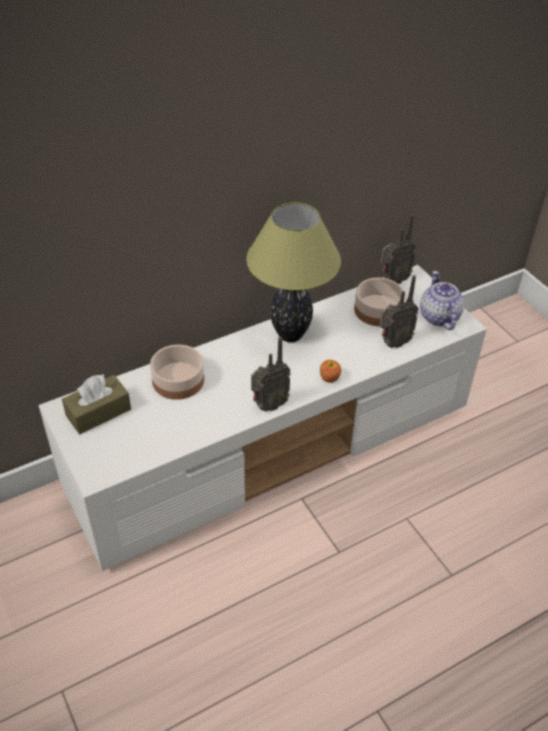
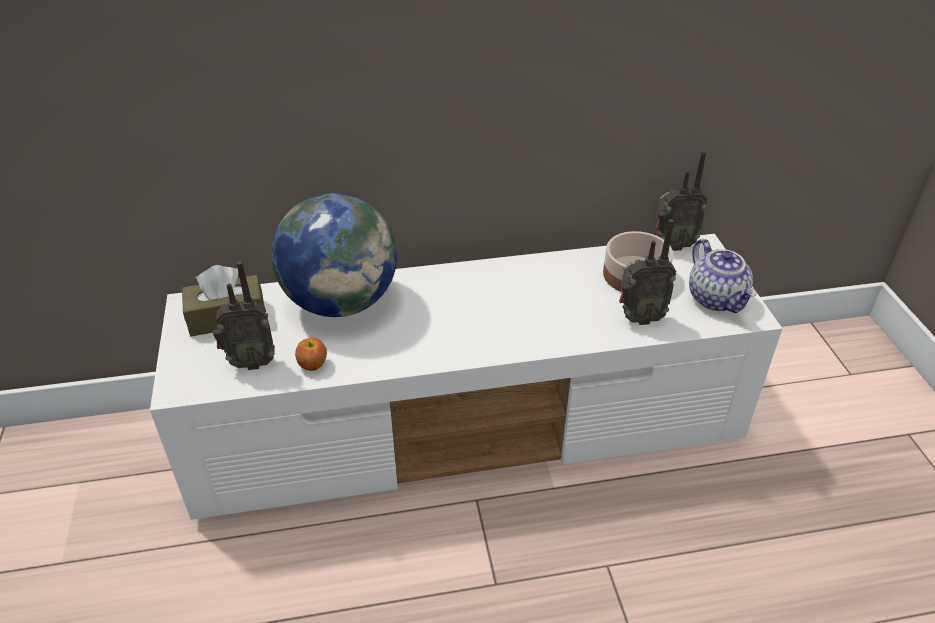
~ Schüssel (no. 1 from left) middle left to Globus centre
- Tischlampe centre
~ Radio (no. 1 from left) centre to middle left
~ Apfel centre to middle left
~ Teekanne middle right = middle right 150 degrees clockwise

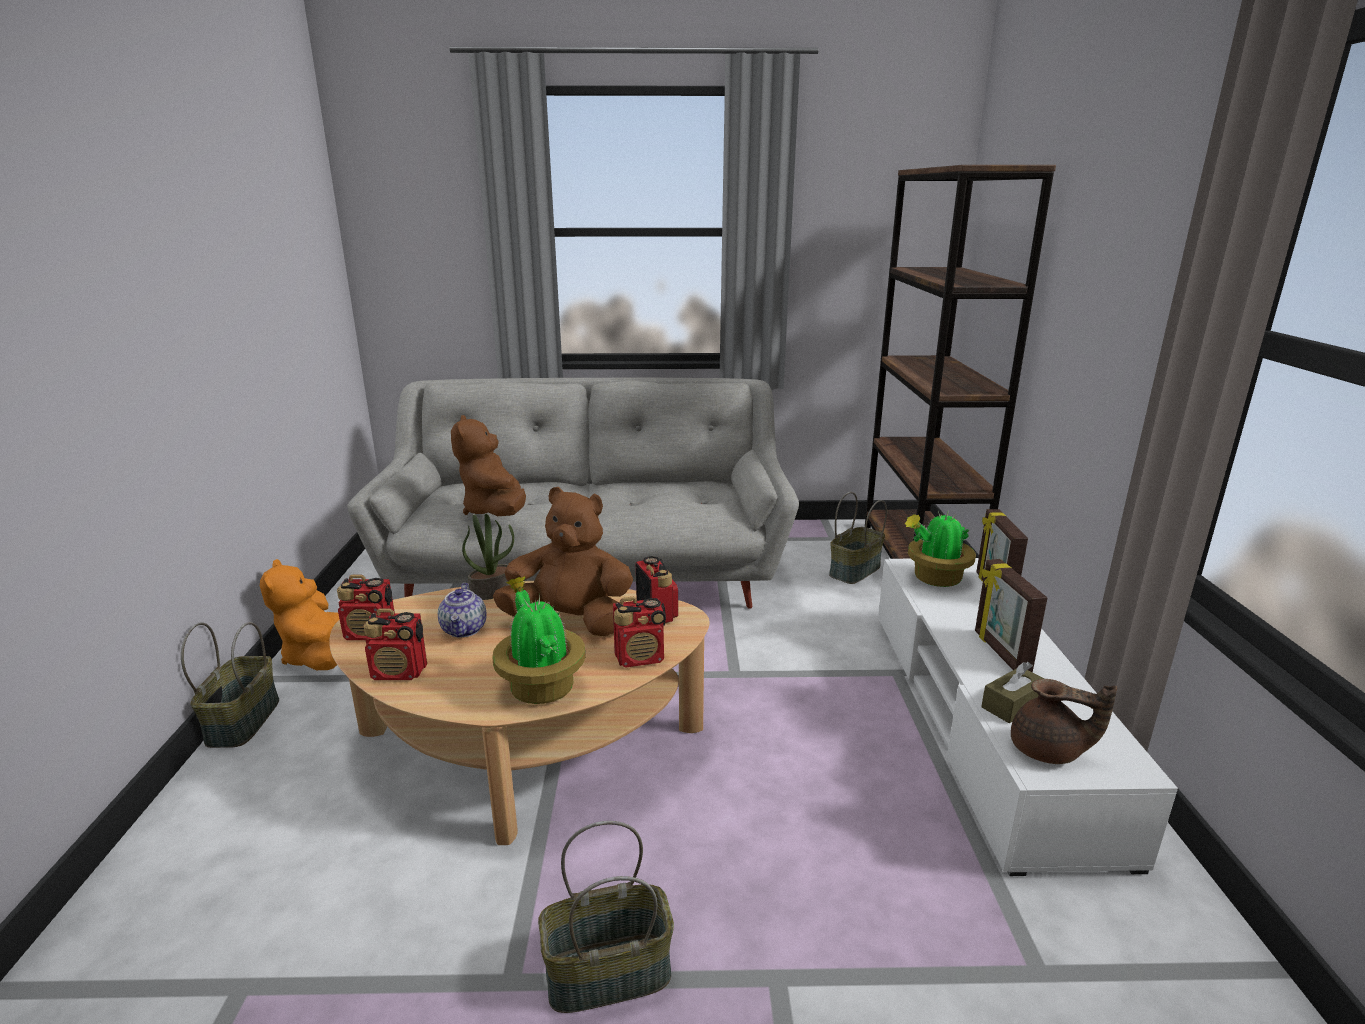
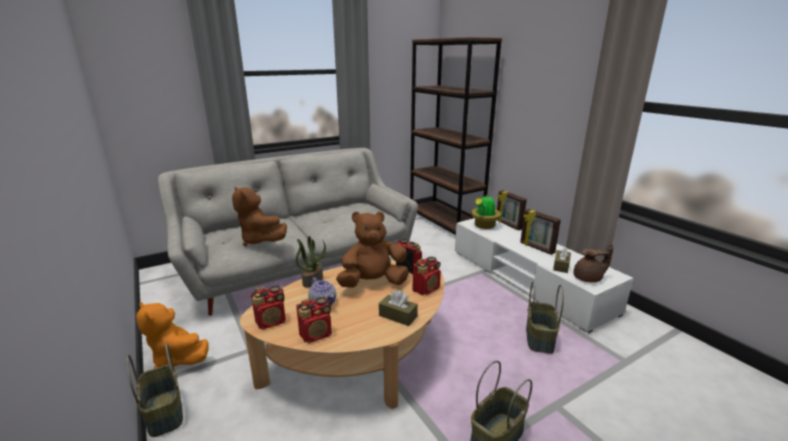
~ Topfpflanze (no. 2 from left) centre to Taschentuchbox (braun) (no. 1 from left) bottom centre
~ Korb (no. 3 from left) centre to bottom right

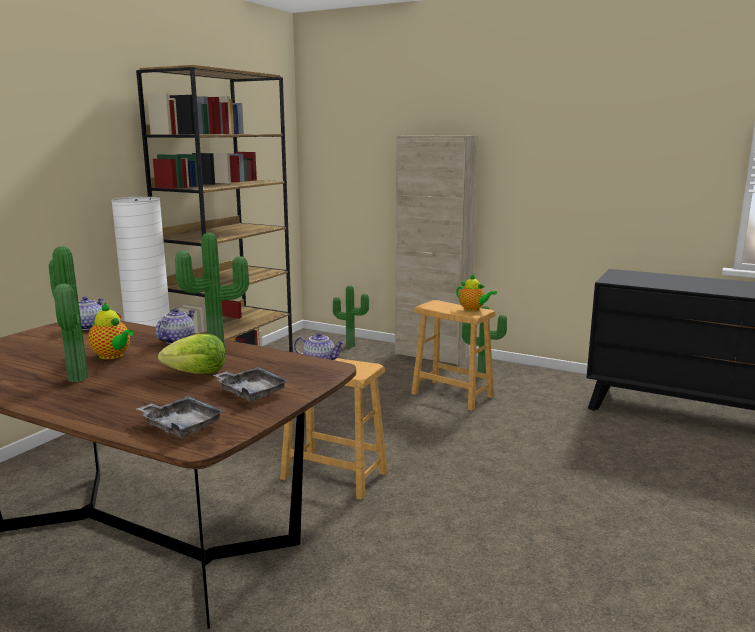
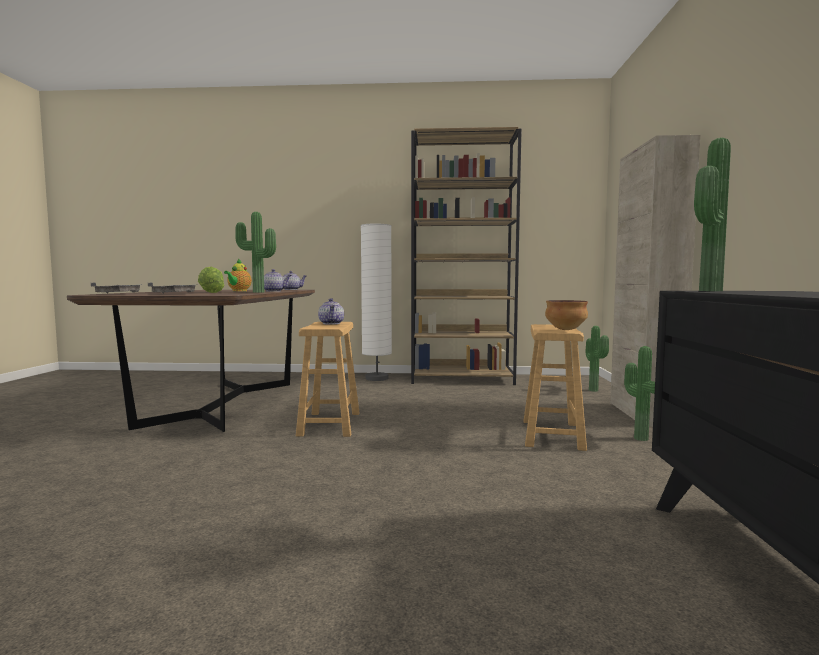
~ Topfpflanze (no. 1 from left in the first image) middle left to Topfpflanze (no. 4 from left) top right
~ Teekanne (no. 5 from left) centre to Schüssel middle right

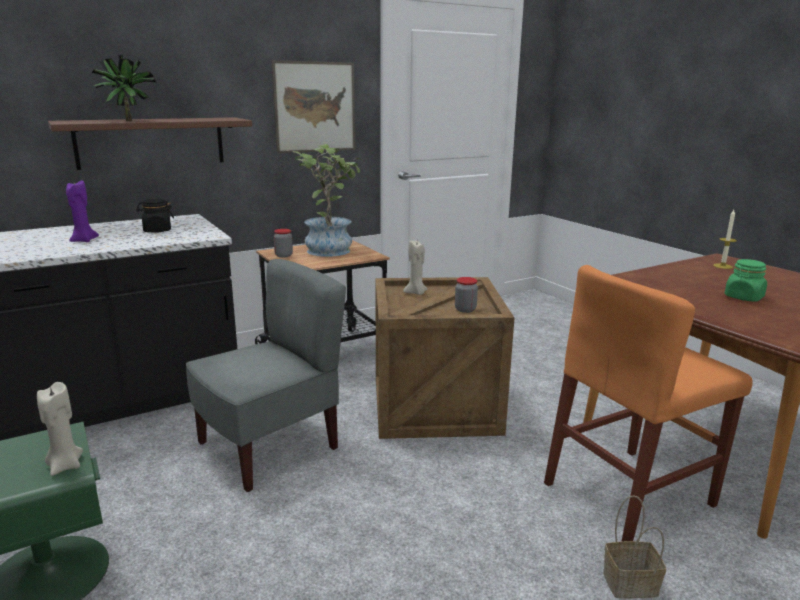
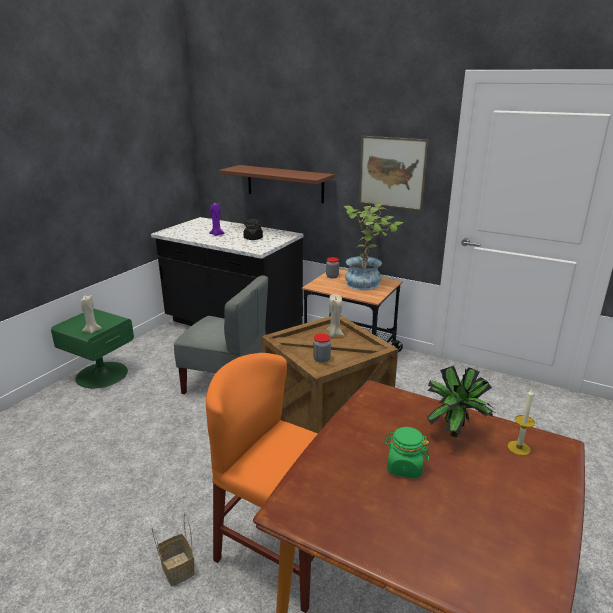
~ Topfpflanze (no. 1 from left in the first image) top left to Topfpflanze (no. 2 from left) middle right

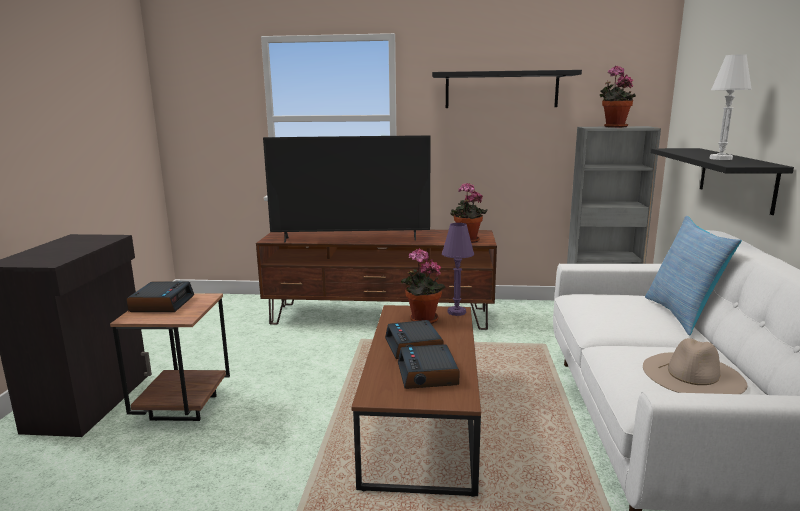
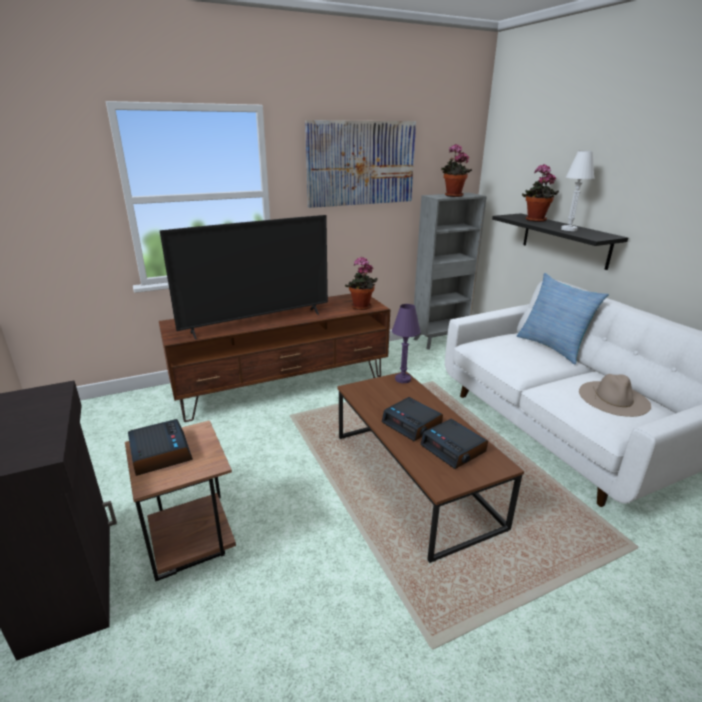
~ Topfpflanze (no. 1 from left in the first image) centre to Topfpflanze (no. 3 from left) top right
~ Wandregal (schwarz) (no. 1 from left) top centre to Bild top centre

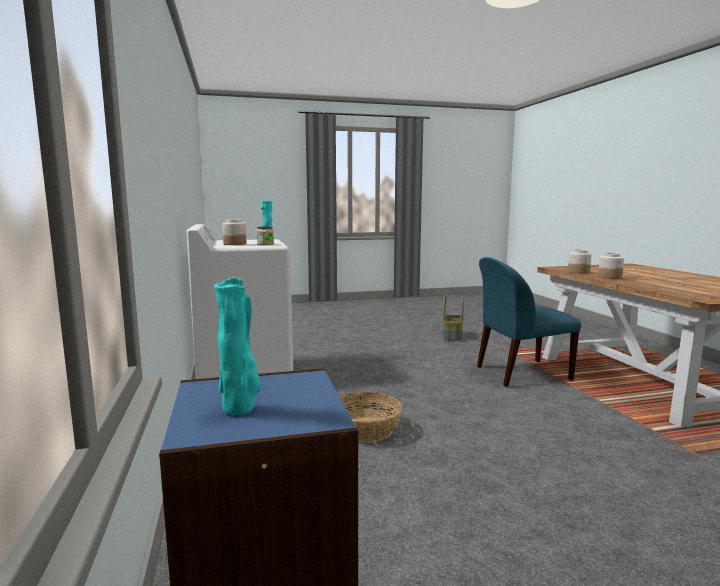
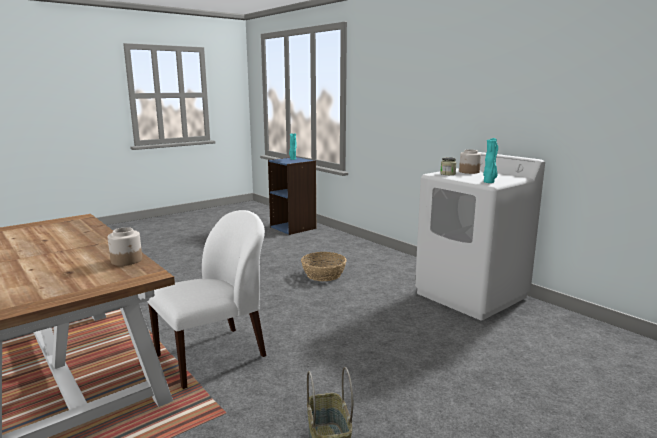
~ Stuhl (blau) middle right to Stuhl (weiß) bottom left
- Vorratsglas (no. 4 from left) middle right

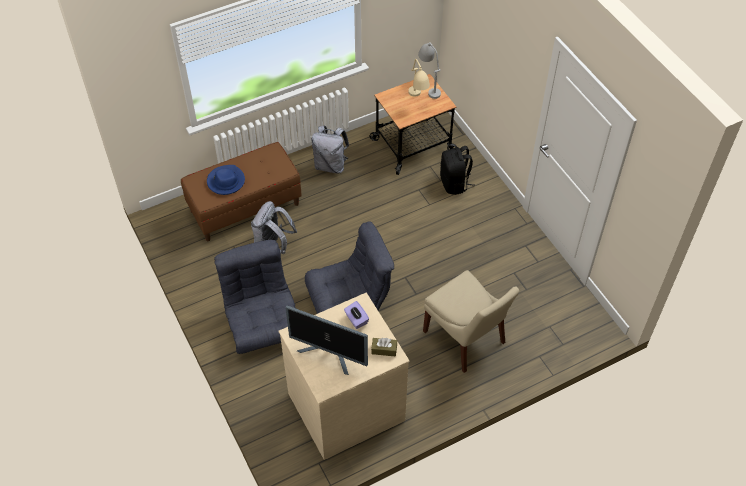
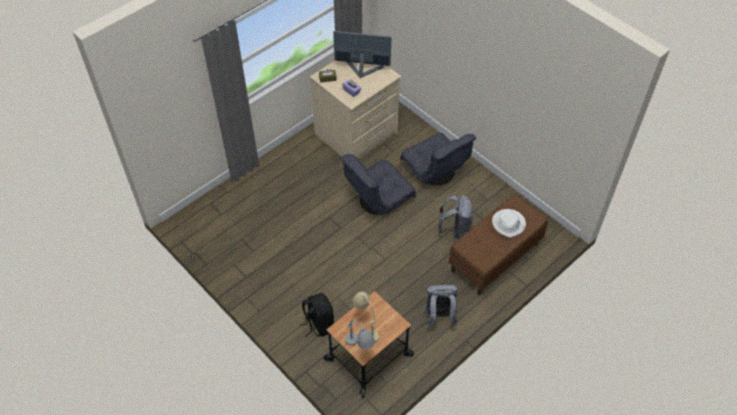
~ Hut (blau) middle left to Hut (weiß) middle right
- Stuhl (beige) centre

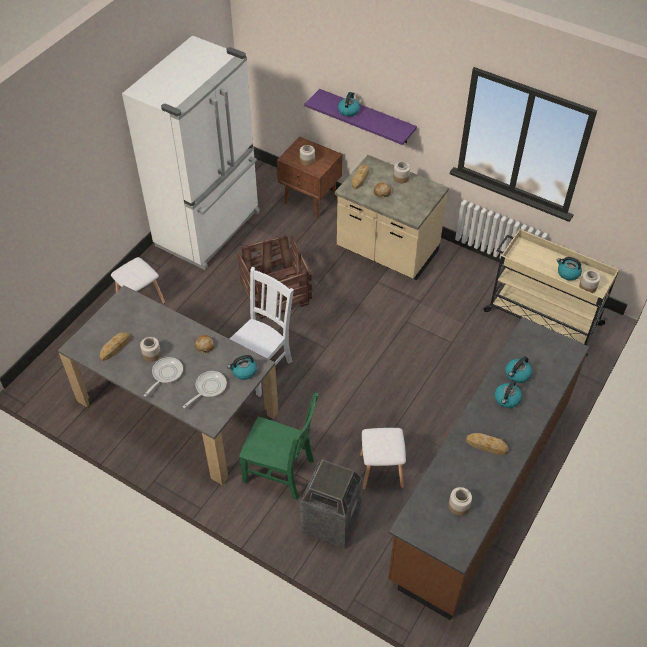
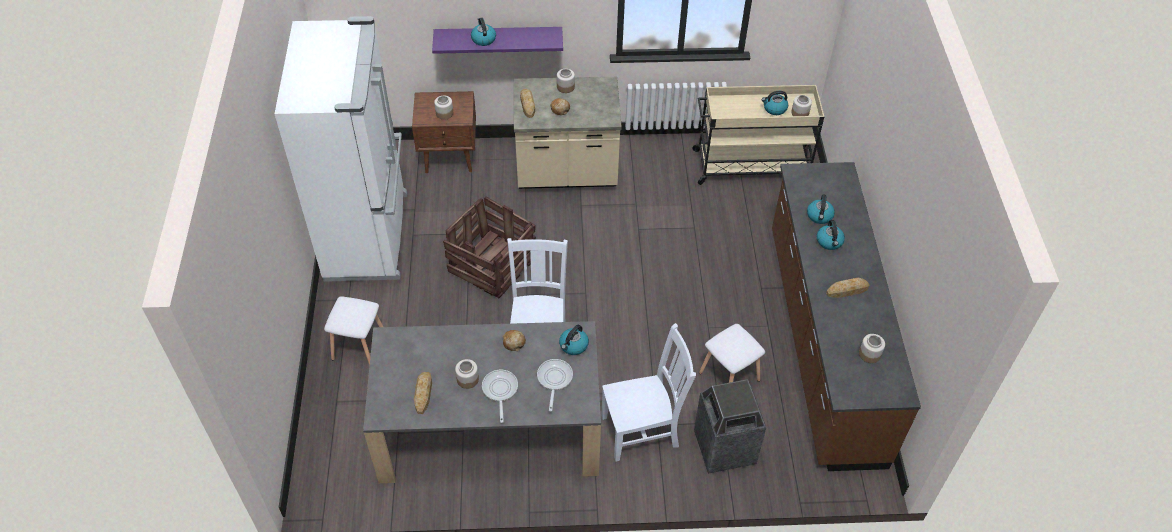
~ Stuhl (grün) bottom centre to Stuhl (weiß) (no. 2 from left) bottom centre

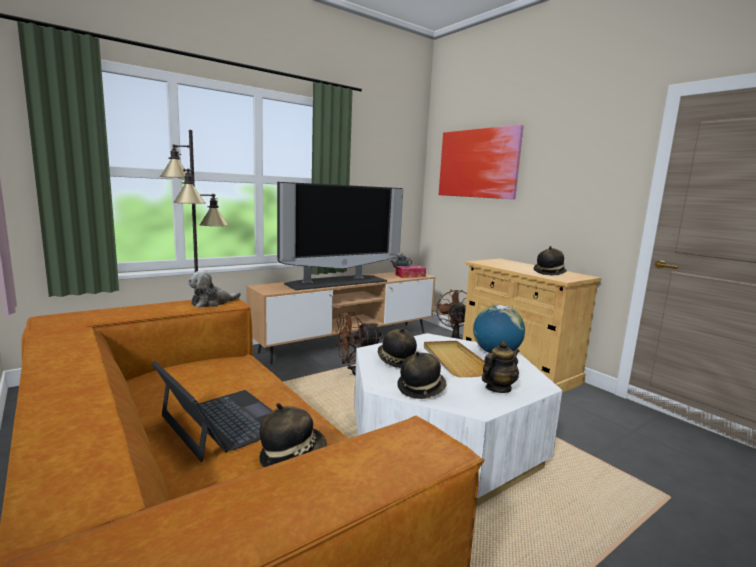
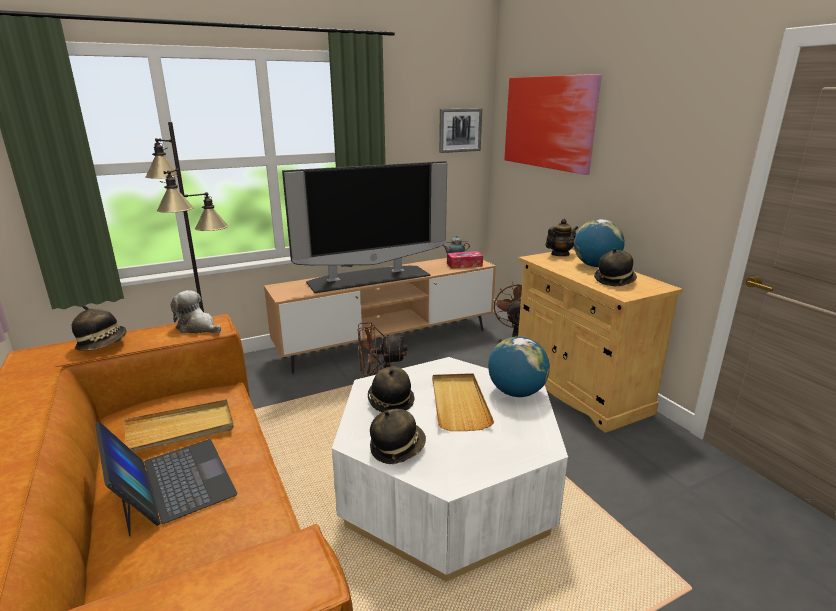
~ Plüschtier middle left = middle left 60 degrees clockwise
~ Hut (no. 1 from left) bottom centre to middle left
~ Teekanne (no. 2 from left) centre to middle right
+ Tablett (beige) (no. 1 from left) bottom left
+ Bild (no. 1 from left) top centre
+ Globus (no. 2 from left) middle right

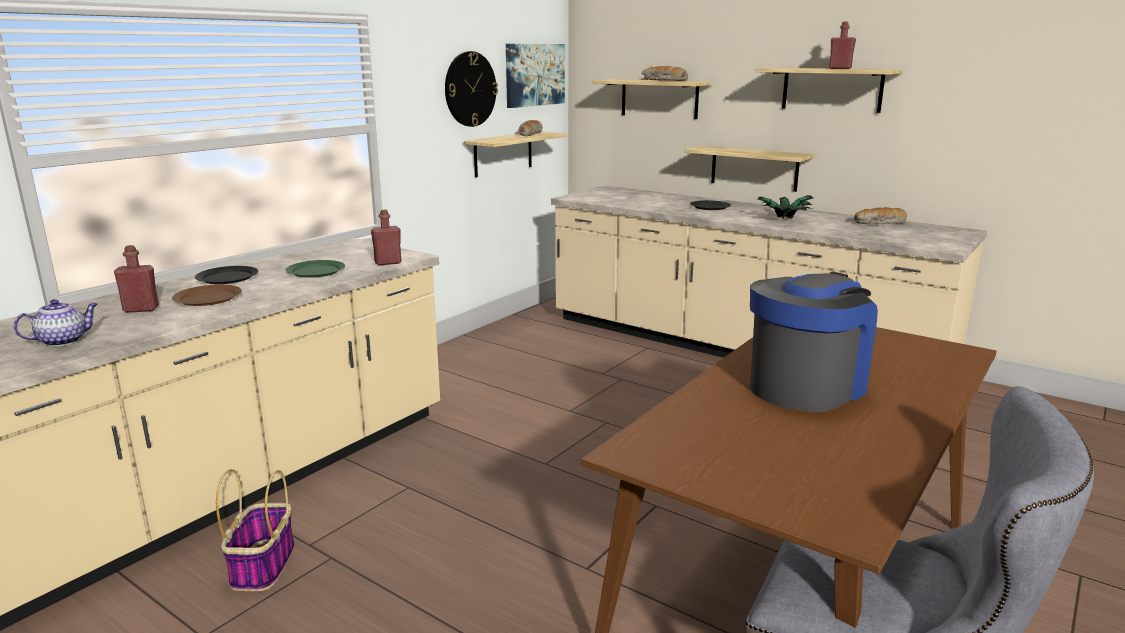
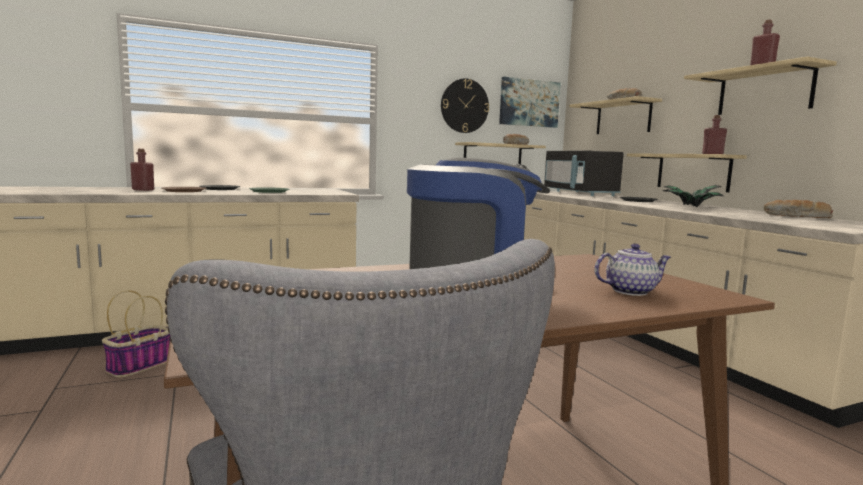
~ Teekanne middle left to middle right
~ Flasche (rot) (no. 2 from left) centre to top right
+ Mikrowelle (schwarz) middle right

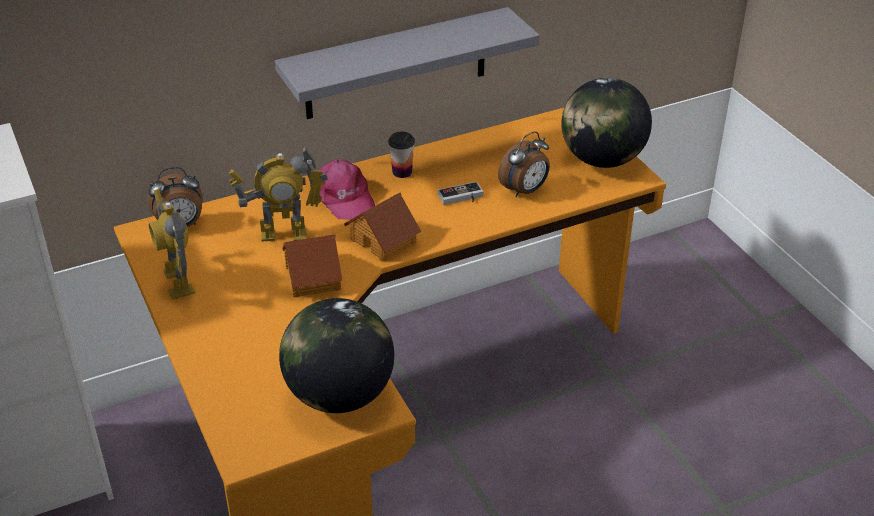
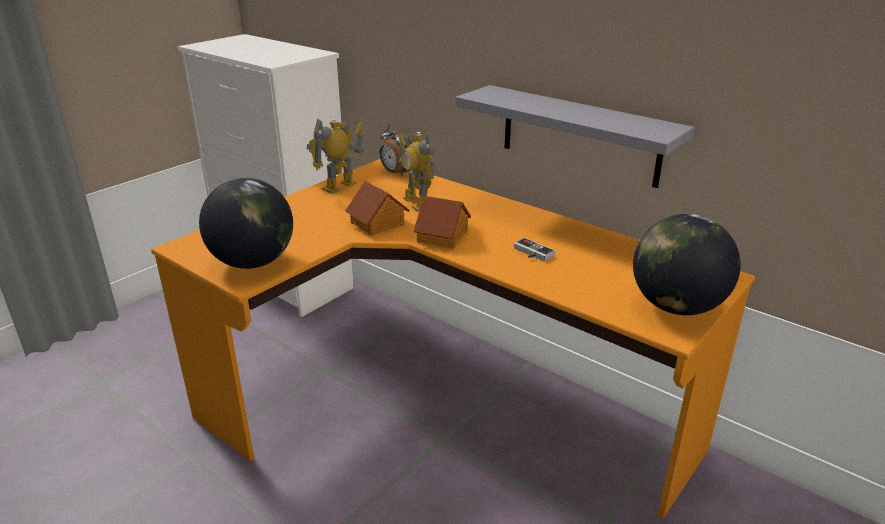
- Kappe (rosa) centre
- Tasse top centre
- Wecker (no. 2 from left) top centre

